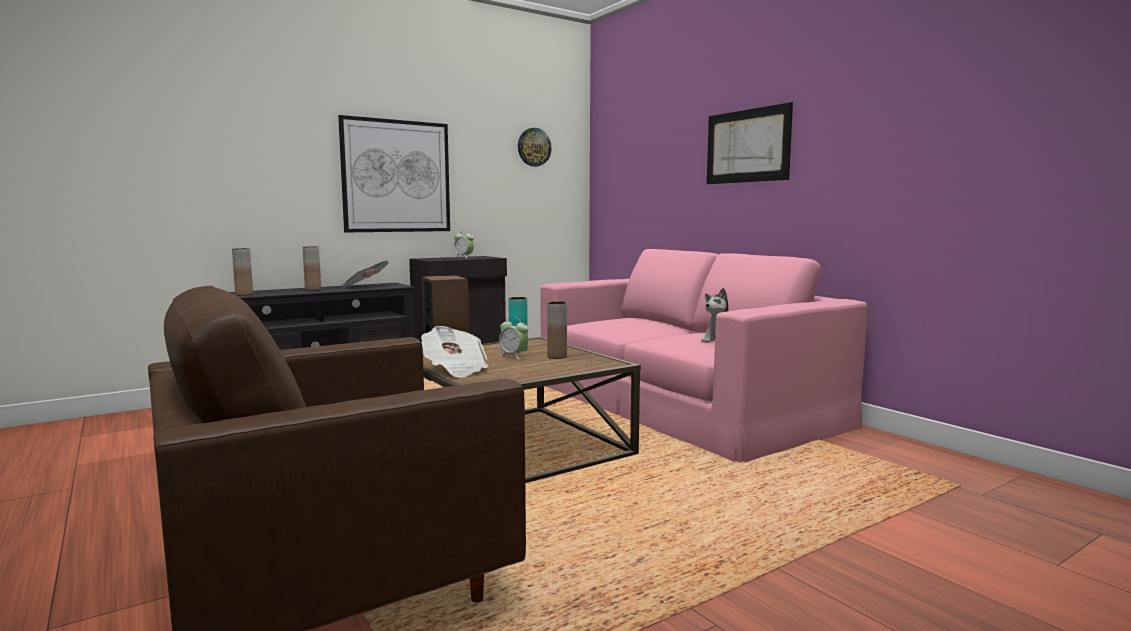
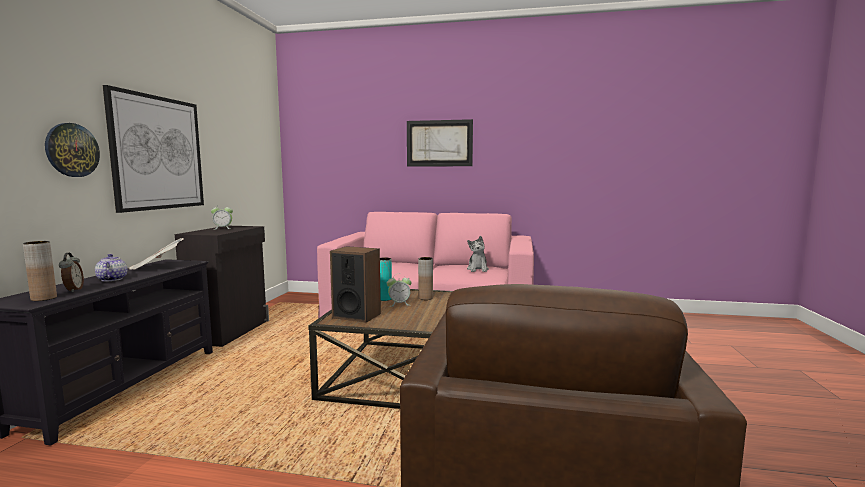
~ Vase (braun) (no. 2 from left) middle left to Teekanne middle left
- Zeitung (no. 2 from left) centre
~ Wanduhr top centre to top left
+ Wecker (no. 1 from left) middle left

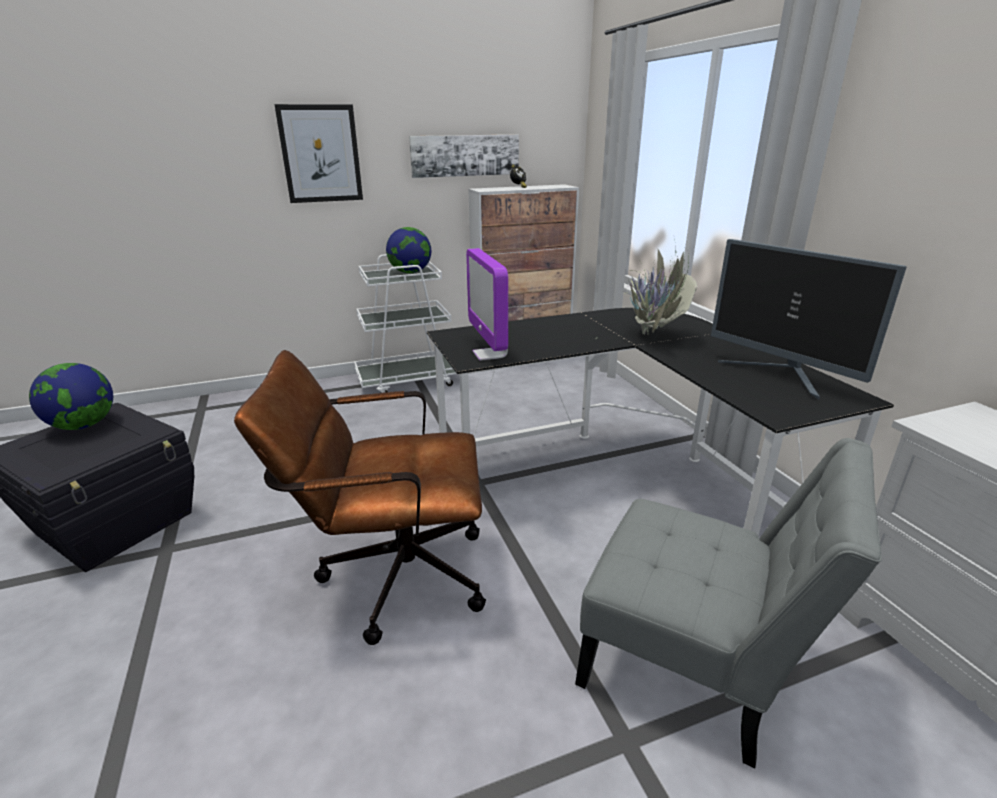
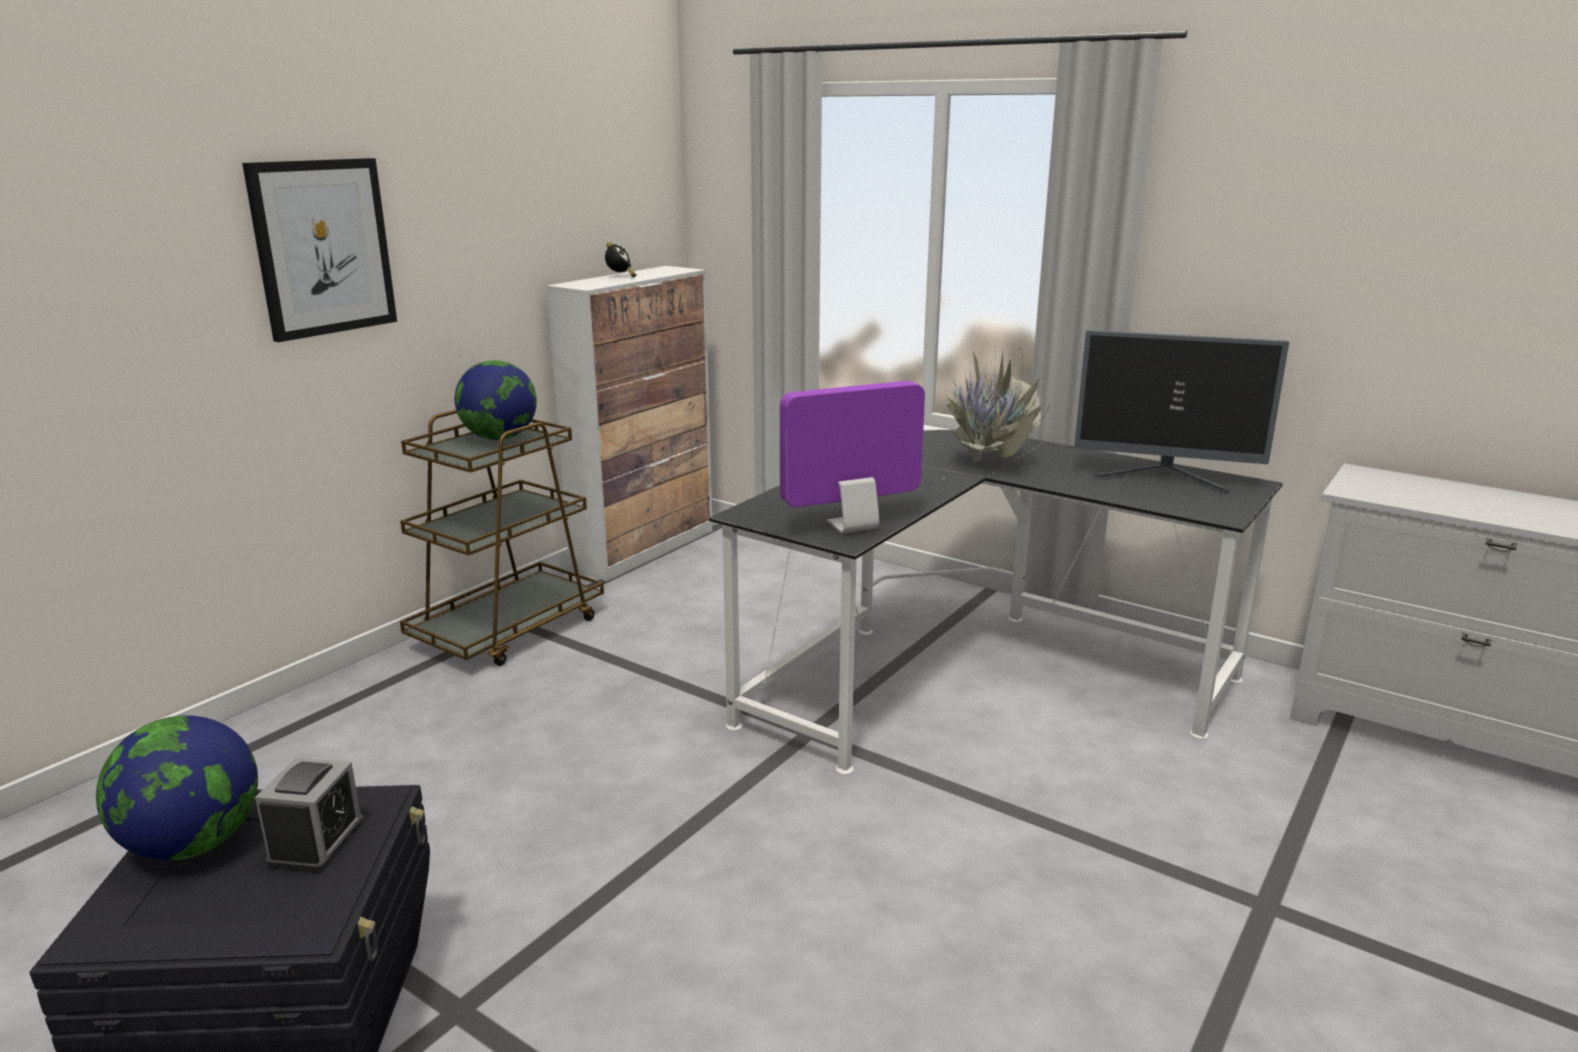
- Bürostuhl (braun) centre
~ Rollwagen (weiß) centre to Rollwagen (braun) middle left
- Bild (no. 2 from left) top centre
~ Monitor (no. 1 from left) centre = centre 120 degrees clockwise
- Stuhl (grau) bottom right
+ Wecker (no. 1 from left) bottom left

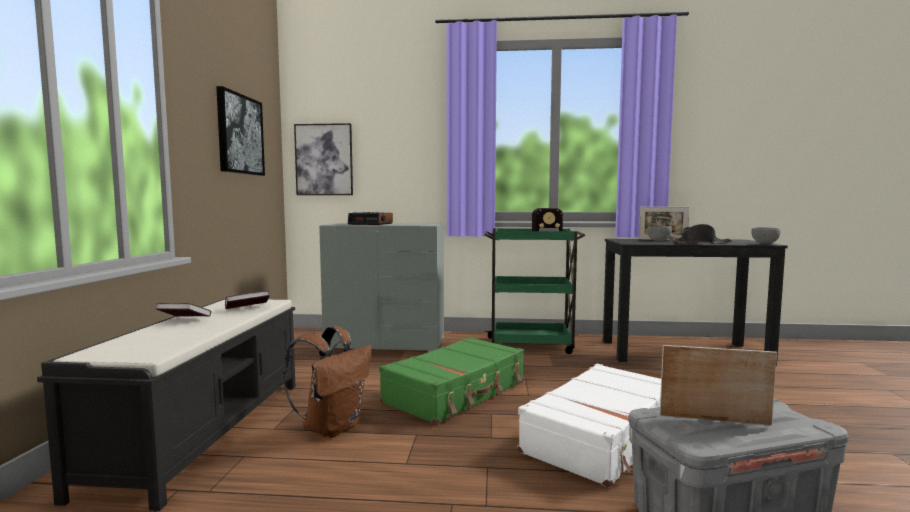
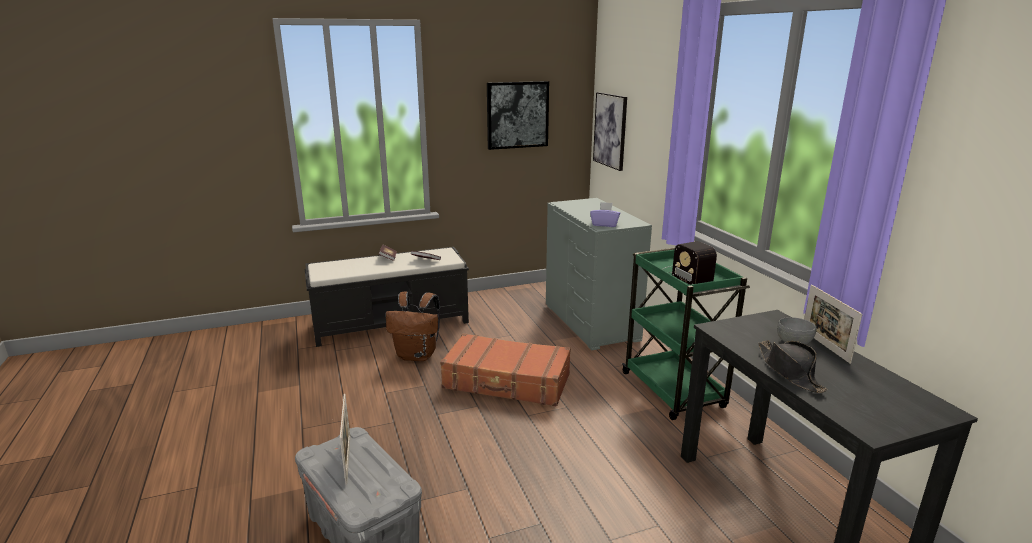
- Wecker centre
~ Koffer (grün) bottom centre to Koffer (braun) bottom centre
- Koffer (weiß) bottom centre
- Schüssel (grau) (no. 2 from left) middle right
+ Taschentuchbox (lila) centre

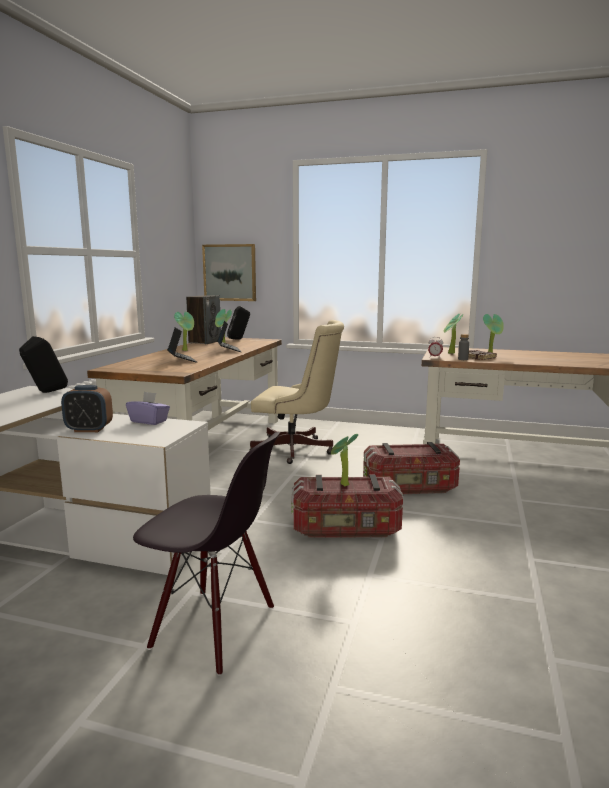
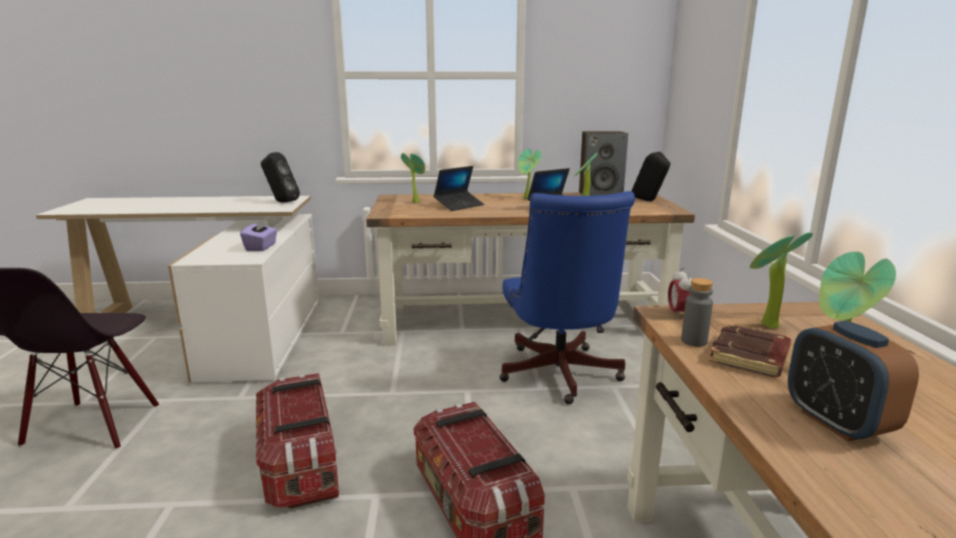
~ Wecker (no. 1 from left in the first image) middle left to Wecker (no. 2 from left) bottom right
- Bild centre
~ Bürostuhl (beige) centre to Bürostuhl (blau) centre
~ Topfpflanze (no. 3 from left in the first image) centre to Topfpflanze (no. 1 from left) top centre

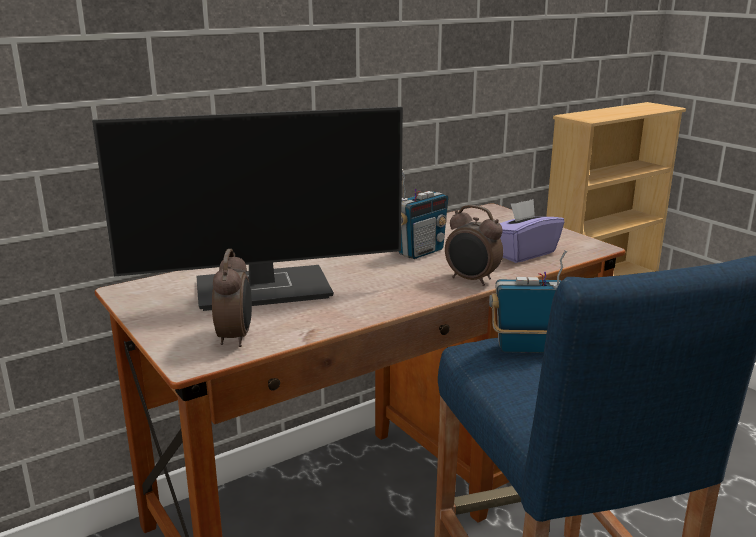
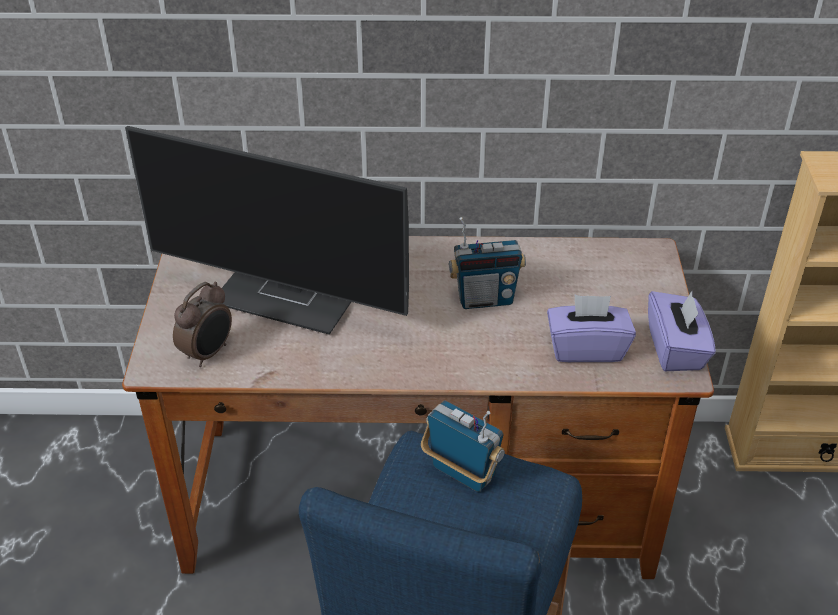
- Wecker (no. 2 from left) centre
+ Taschentuchbox (lila) (no. 2 from left) middle right

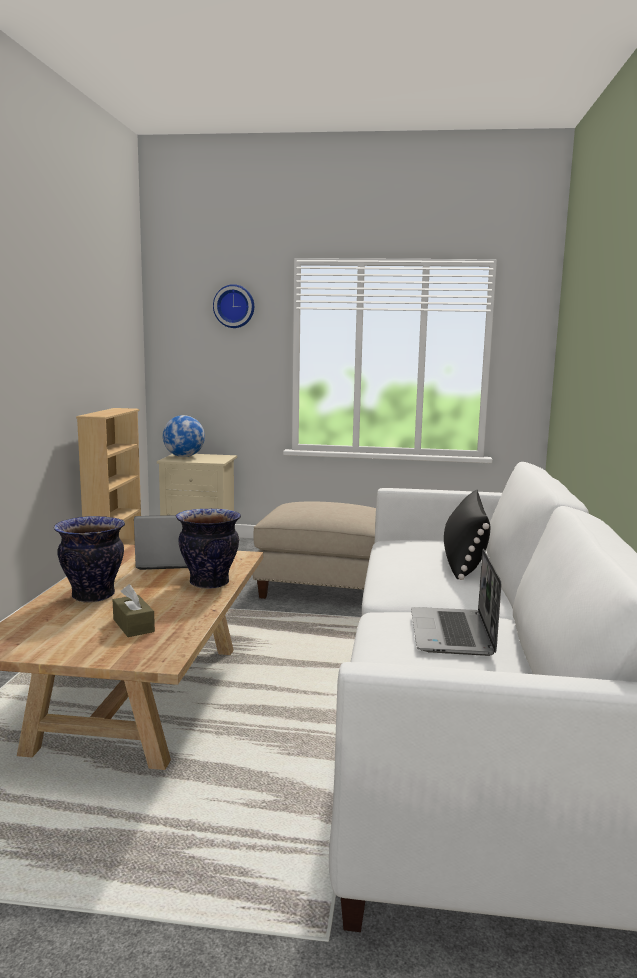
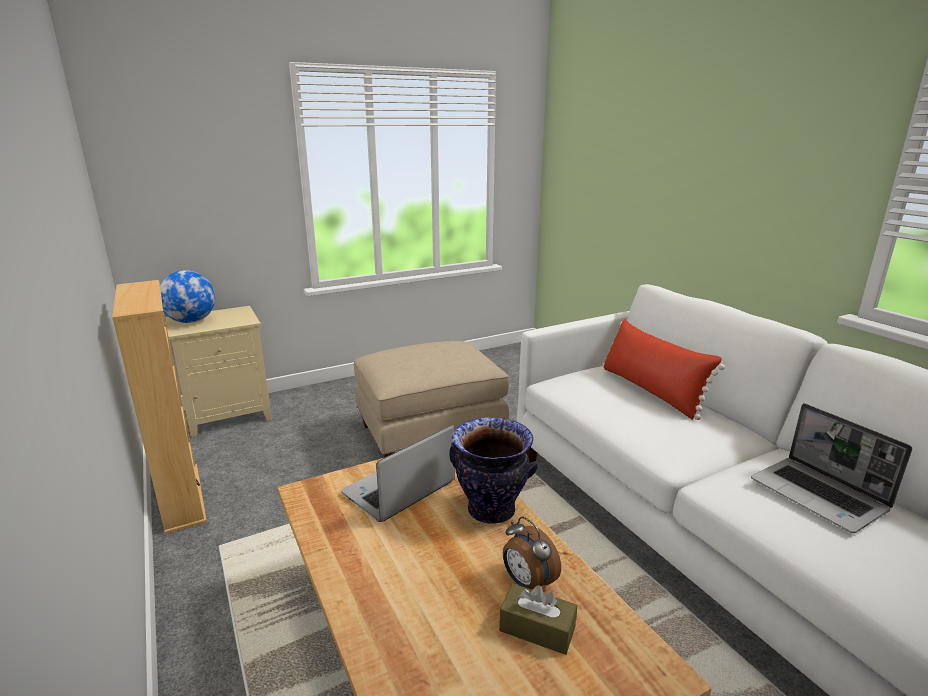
- Vase (no. 1 from left) middle left
- Wanduhr top centre
~ Kissen (schwarz) middle right to Kissen (rot) middle right
+ Wecker bottom centre

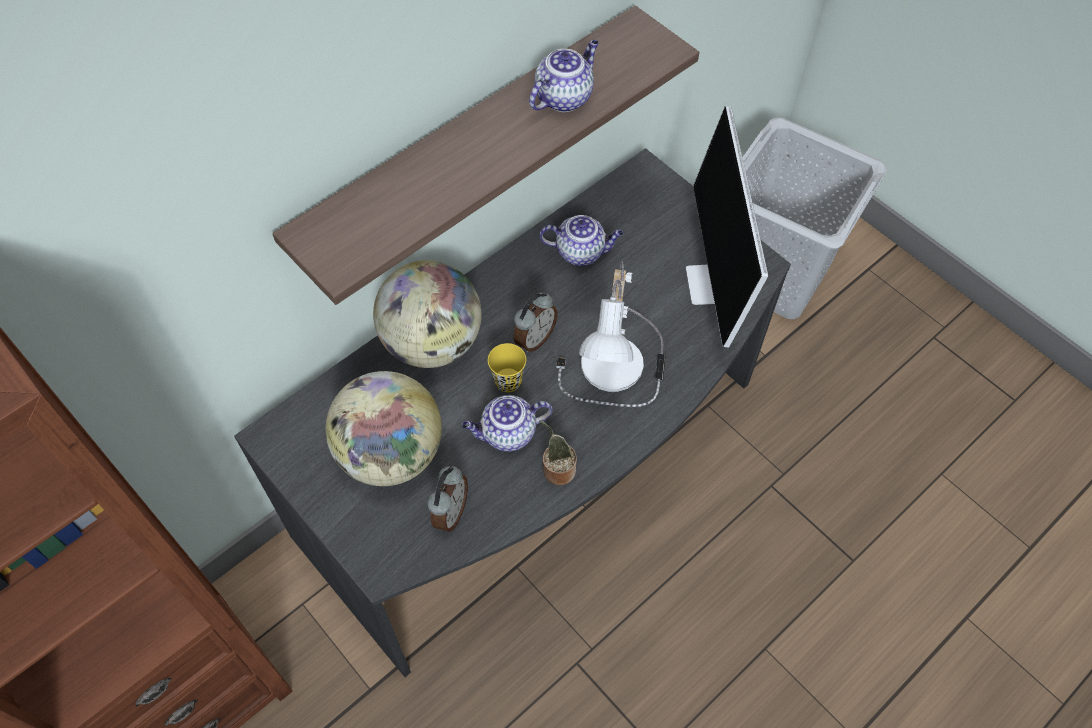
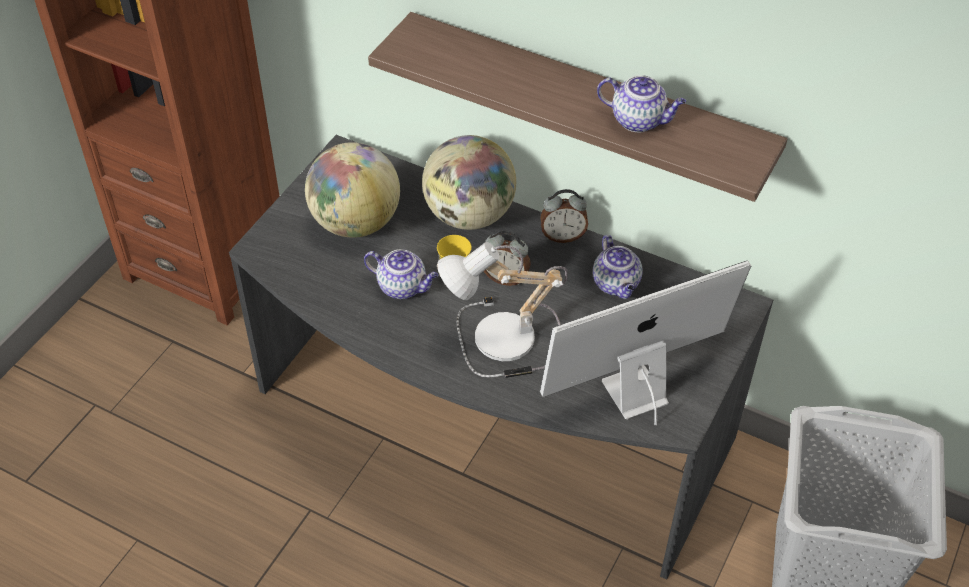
~ Wecker (no. 1 from left in the first image) bottom centre to Wecker (no. 2 from left) centre
~ Teekanne (no. 1 from left) centre = centre 150 degrees clockwise
- Topfpflanze centre

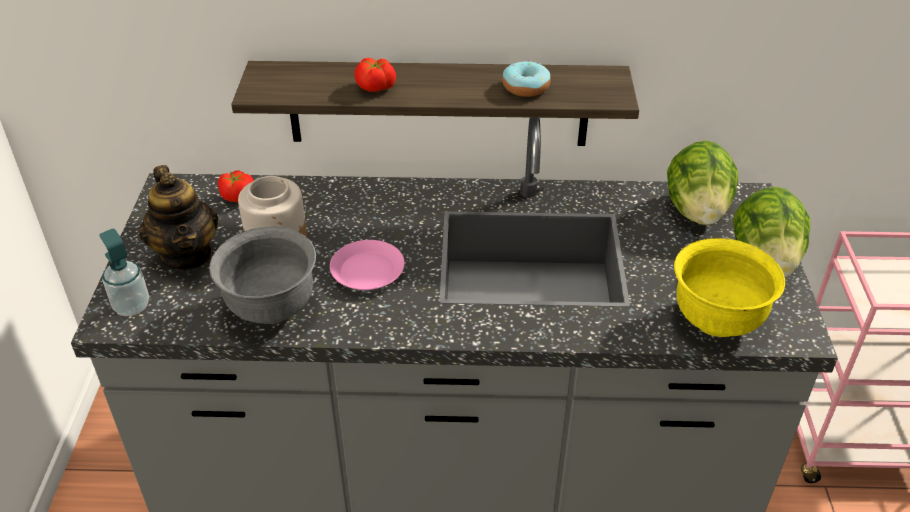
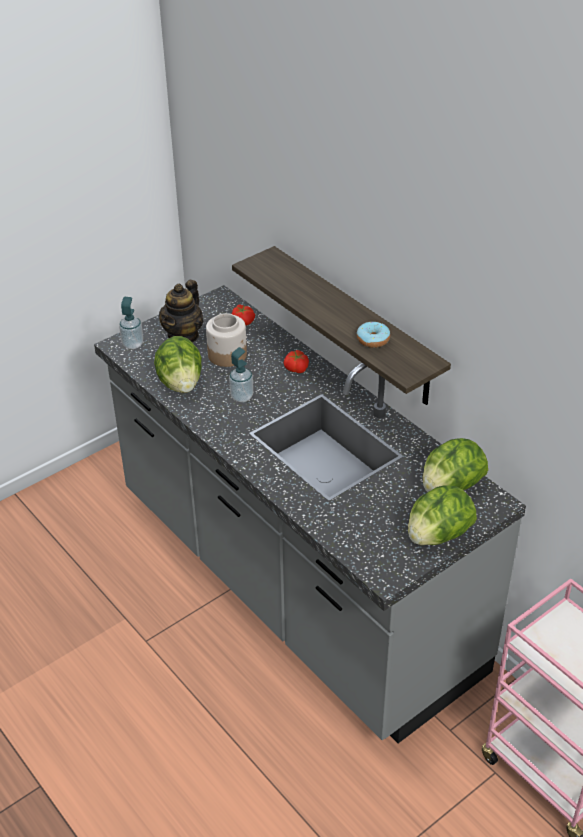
~ Schüssel (grau) middle left to Salatkopf (no. 1 from left) middle left
~ Teller (rosa) centre to Seifenspender (no. 2 from left) centre
~ Tomate (no. 2 from left) top centre to centre
- Schüssel (gelb) middle right

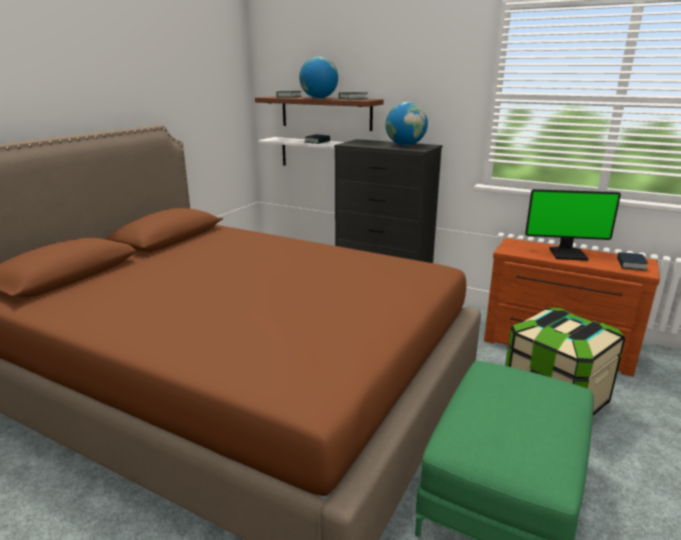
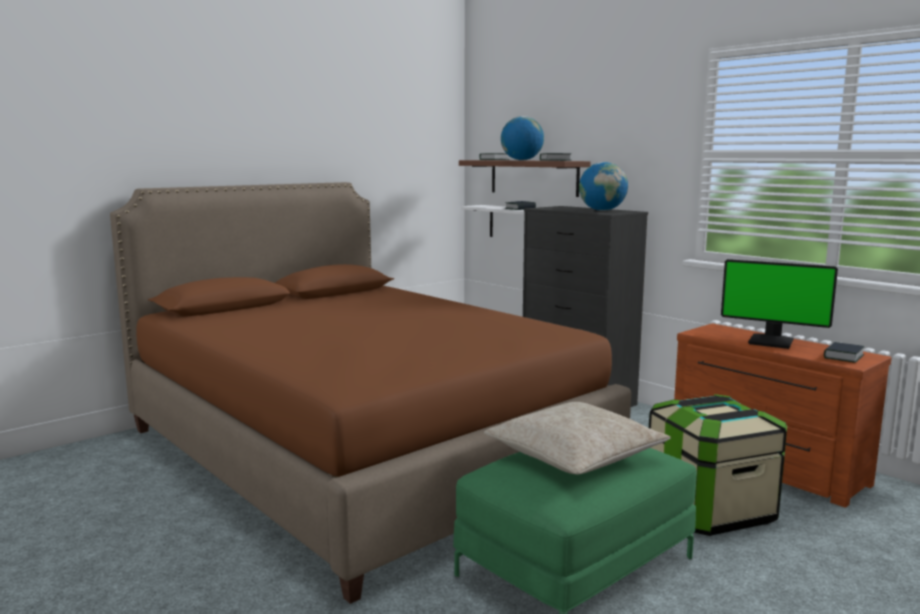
+ Kissen (beige) bottom centre

